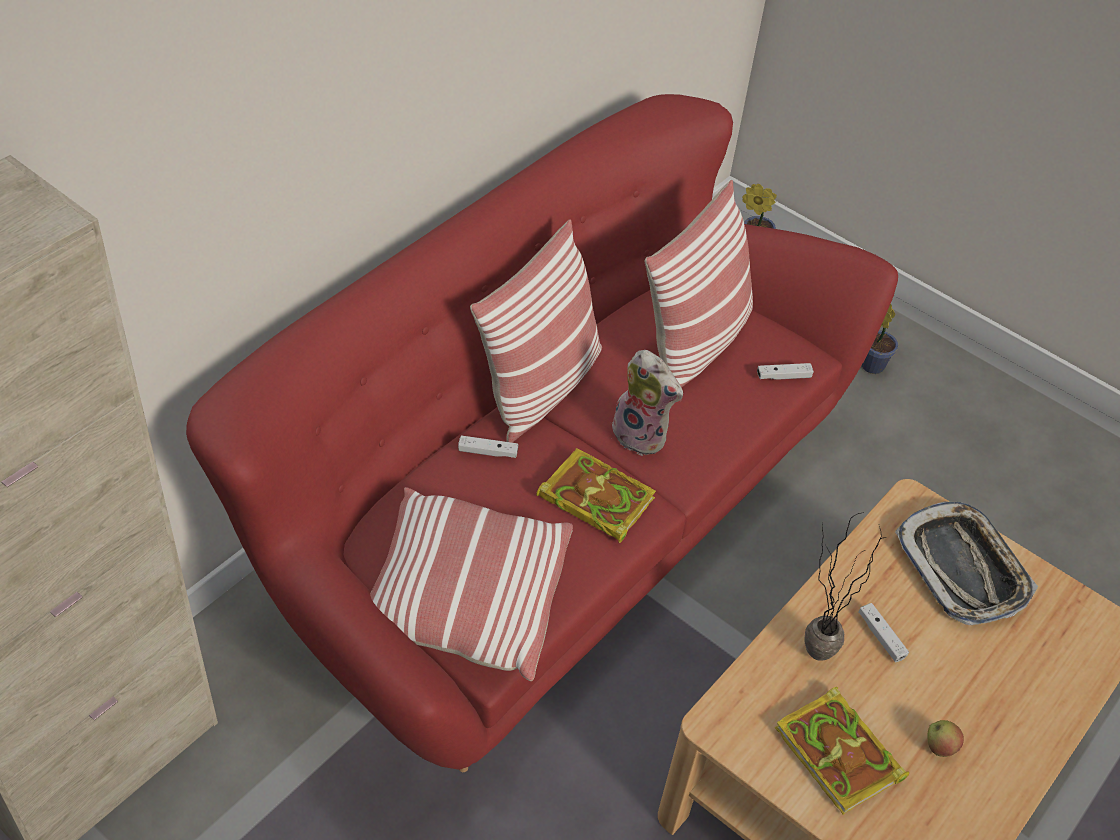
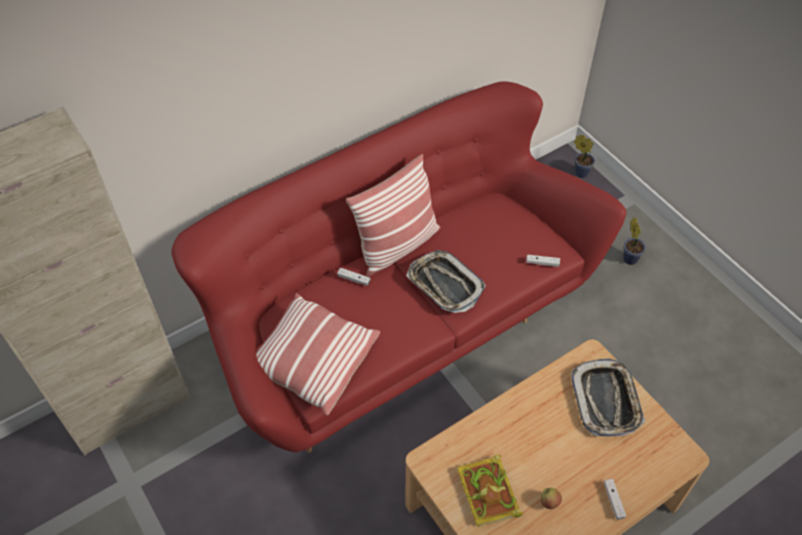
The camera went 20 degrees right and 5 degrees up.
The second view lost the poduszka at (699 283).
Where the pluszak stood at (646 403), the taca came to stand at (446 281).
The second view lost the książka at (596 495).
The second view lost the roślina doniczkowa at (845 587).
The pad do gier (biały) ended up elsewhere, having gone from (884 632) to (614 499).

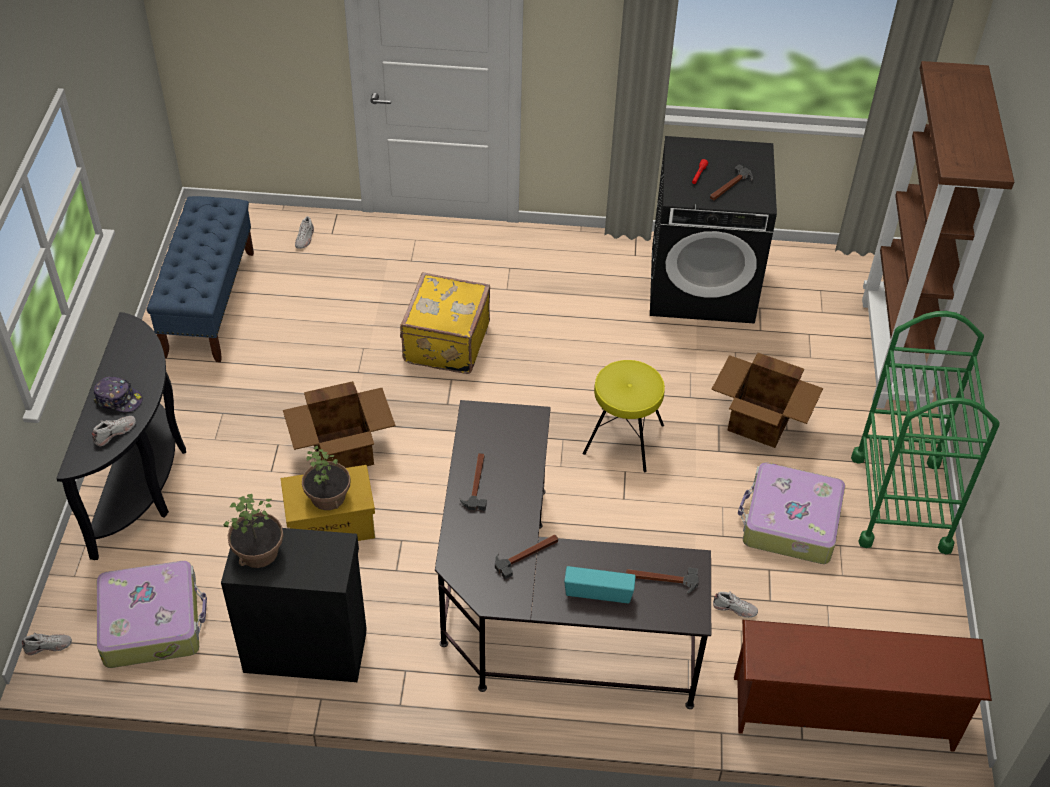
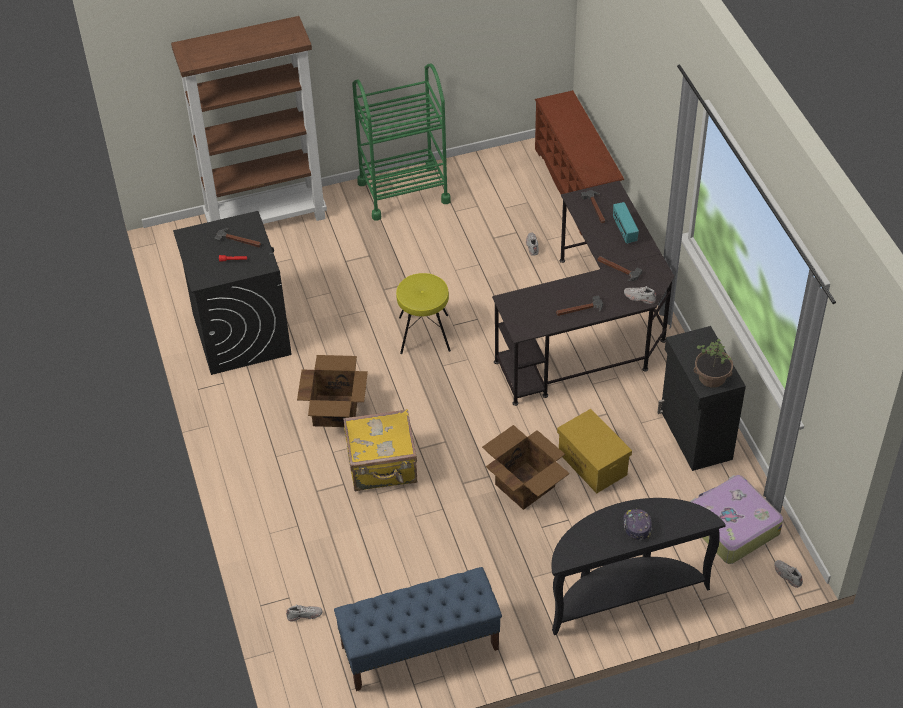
The camera went 110 degrees left and 0 degrees up.
The karton ended up elsewhere, having gone from (767 400) to (332 391).
The but (biały) ended up elsewhere, having gone from (114 431) to (640 295).
The second view lost the roślina doniczkowa at (326 478).
The second view lost the walizka at (791 513).

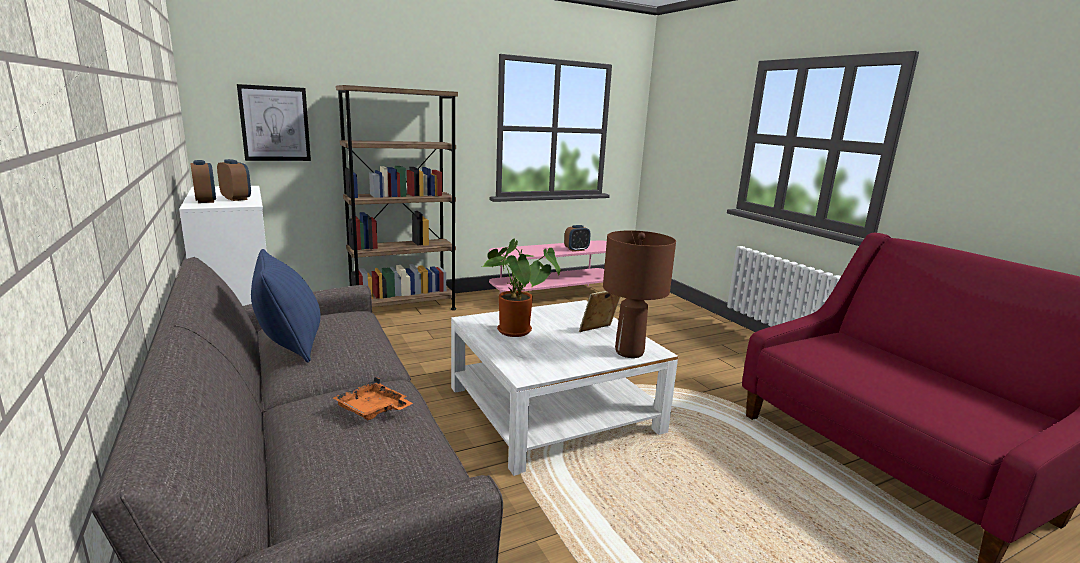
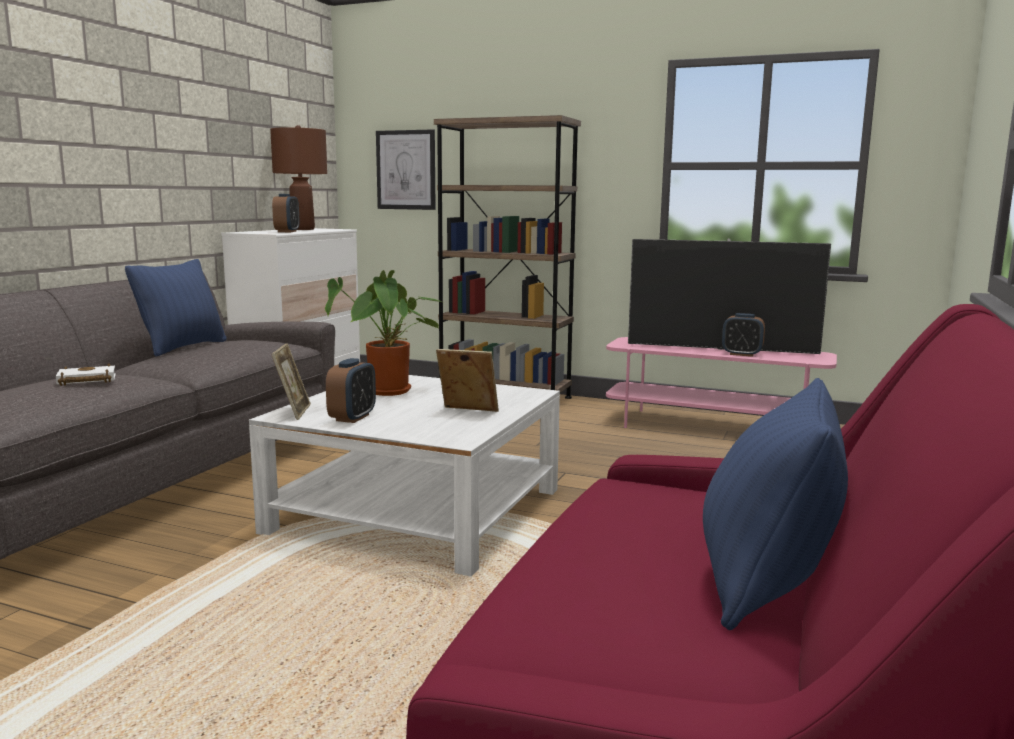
The camera went 50 degrees right and 5 degrees down.
The budzik ended up elsewhere, having gone from (203 181) to (351 390).
The lampa stołowa (brązowy) ended up elsewhere, having gone from (639 294) to (298 177).
Where the taca (pomarańczowy) stood at (372 398), the książka (biały) came to stand at (86 375).
The second view gained the telewizor at (729 296).
The second view gained the ramka na zdjęcie at (291 381).
The second view gained the poduszka (niebieski) at (775 504).

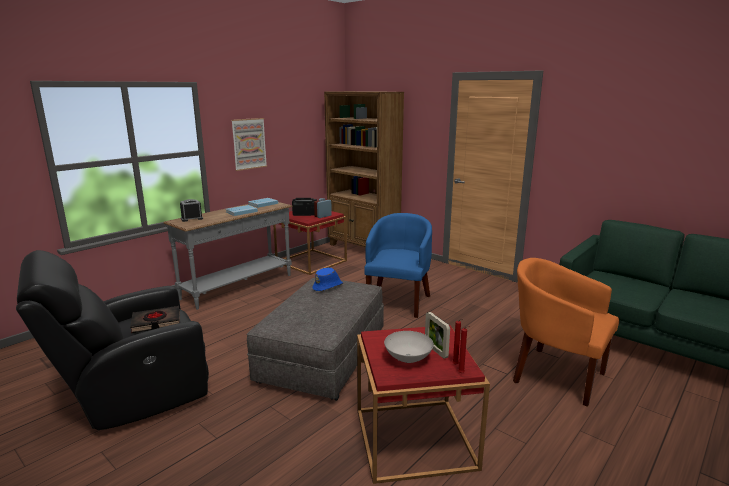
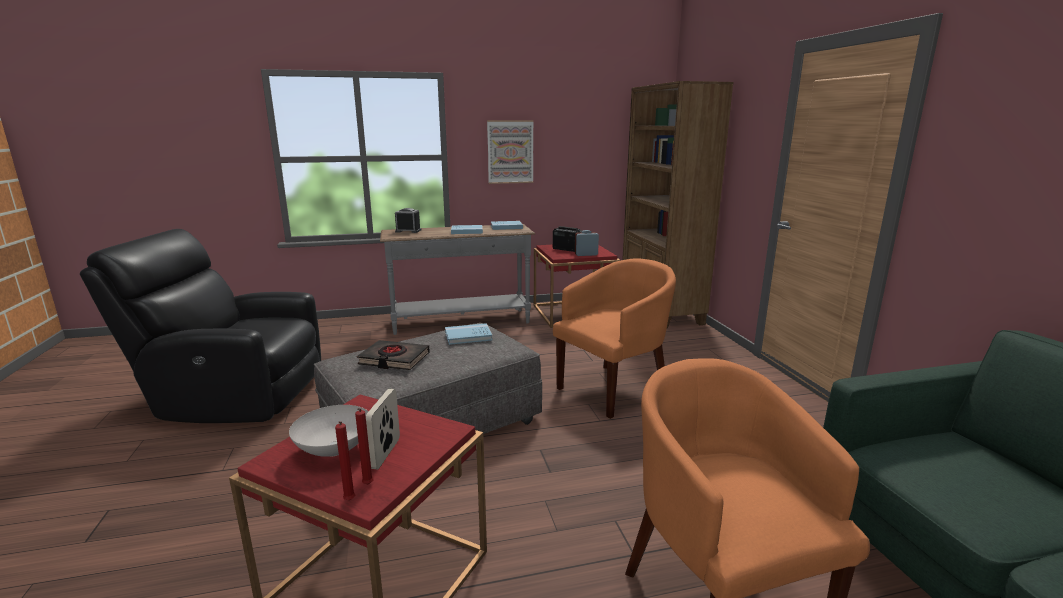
The camera went 35 degrees right and 0 degrees up.
What was the fotel (niebieski) at (398 265) turned into the fotel (pomarańczowy) at (614 338).
Where the kapelusz (niebieski) stood at (327 279), the książka (niebieski) came to stand at (468 334).
The książka (czarny) ended up elsewhere, having gone from (155 319) to (393 355).

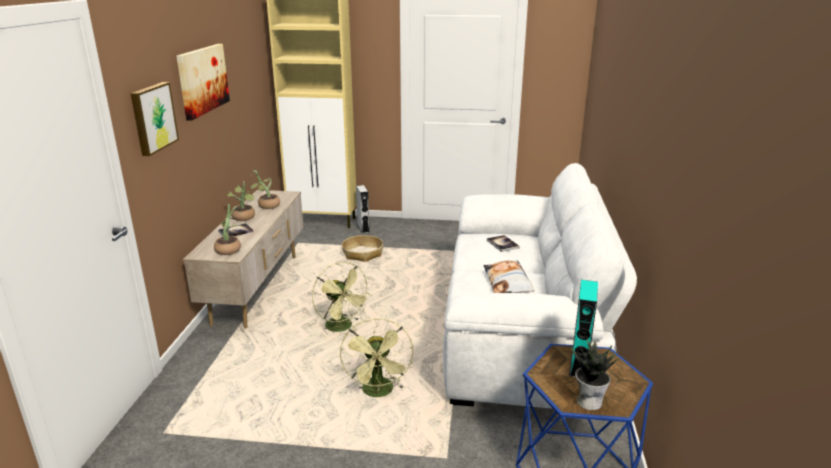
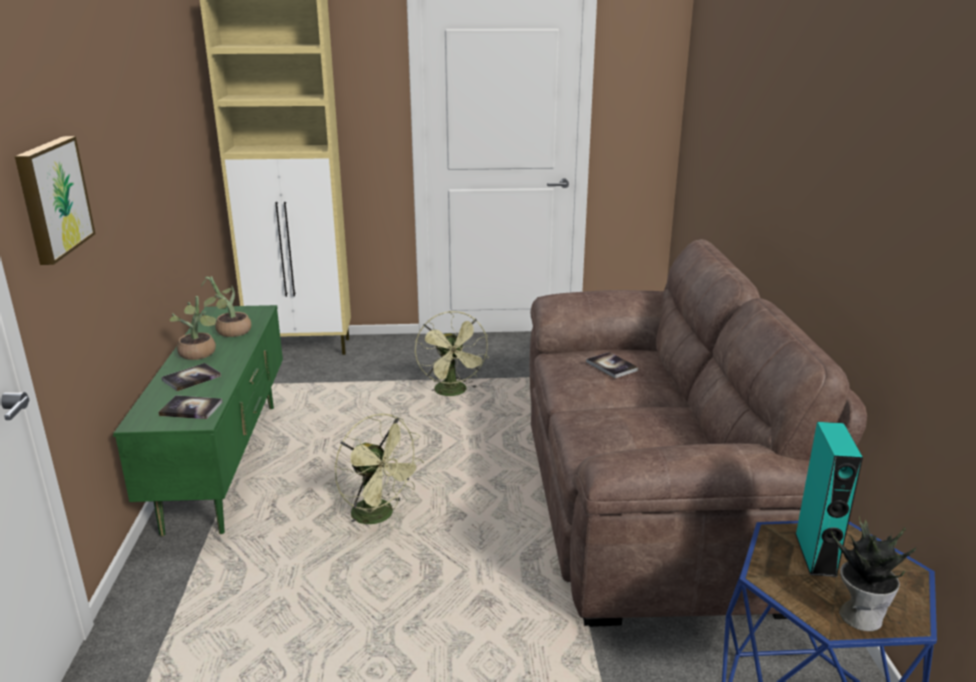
The camera went 10 degrees left and 0 degrees up.
The second view lost the obraz at (203 82).
What was the kanapa (biały) at (540 286) turned into the kanapa (brązowy) at (698 433).
The second view lost the głośnik (szary) at (363 209).
What was the szafka pod telewizor (beżowy) at (243 259) turned into the szafka pod telewizor (zielony) at (198 420).
Where the roślina doniczkowa stood at (228 229), the książka came to stand at (190 407).
The second view lost the koszyk at (362 248).
The second view lost the poduszka at (508 276).
The wentylator (zielony) ended up elsewhere, having gone from (376 357) to (452 353).

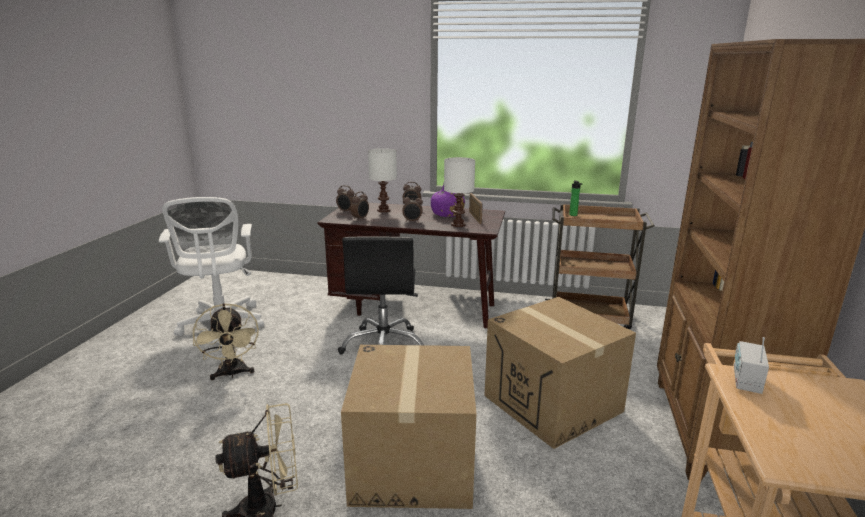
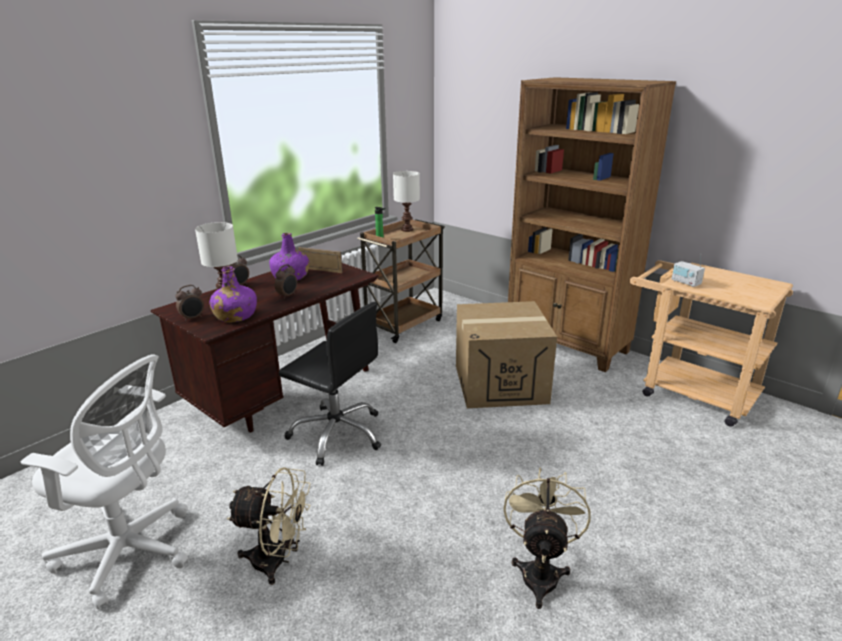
The camera went 60 degrees left and 5 degrees up.
The lampa stołowa (biały) ended up elsewhere, having gone from (459 192) to (406 201).
Where the budzik stood at (359 205), the butelka (fioletowy) came to stand at (233 294).
The second view lost the karton at (408 427).

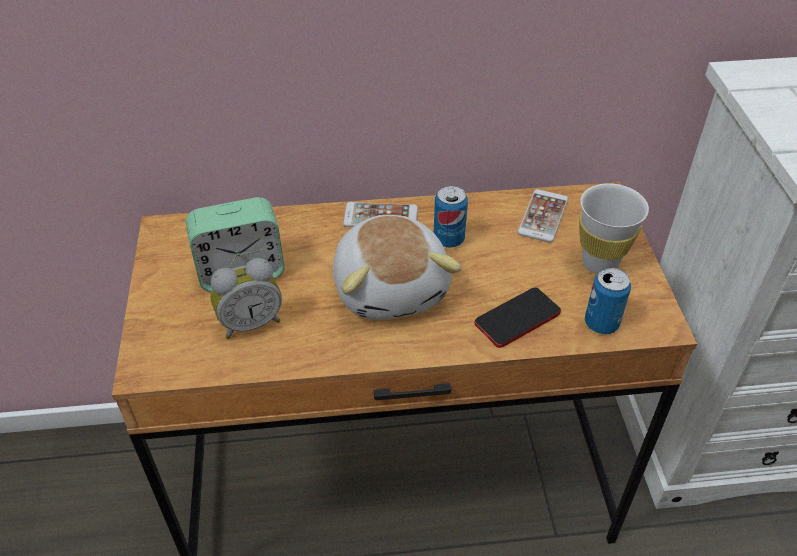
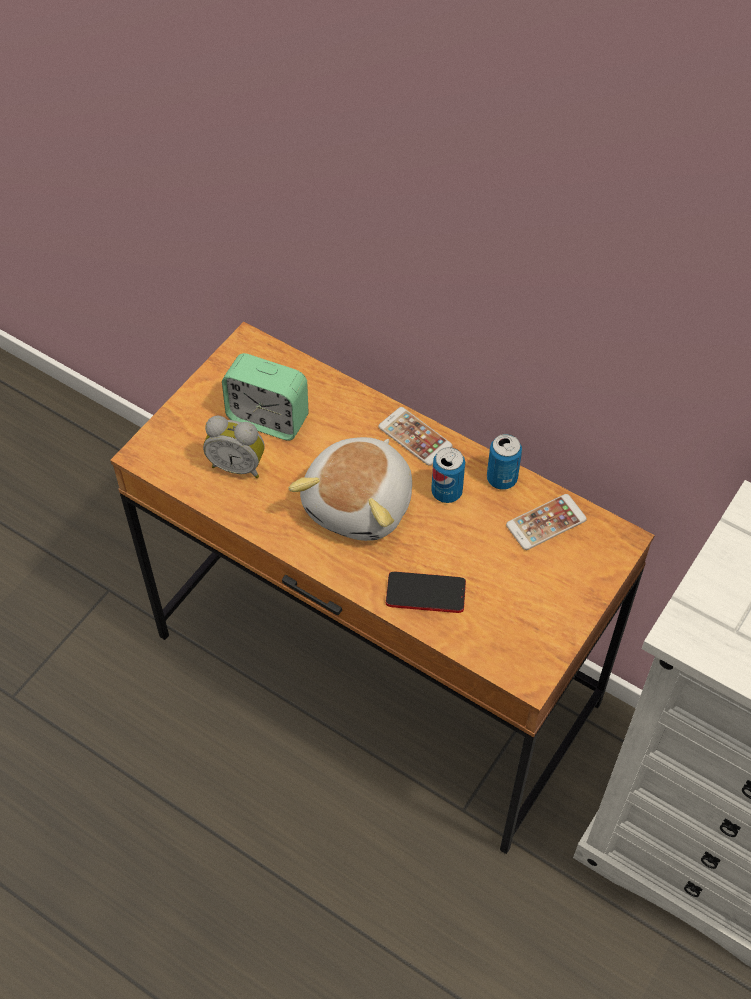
The camera went 40 degrees right and 10 degrees up.
The second view lost the filiżanka (biały) at (614 228).
The puszka ended up elsewhere, having gone from (608 301) to (504 462).

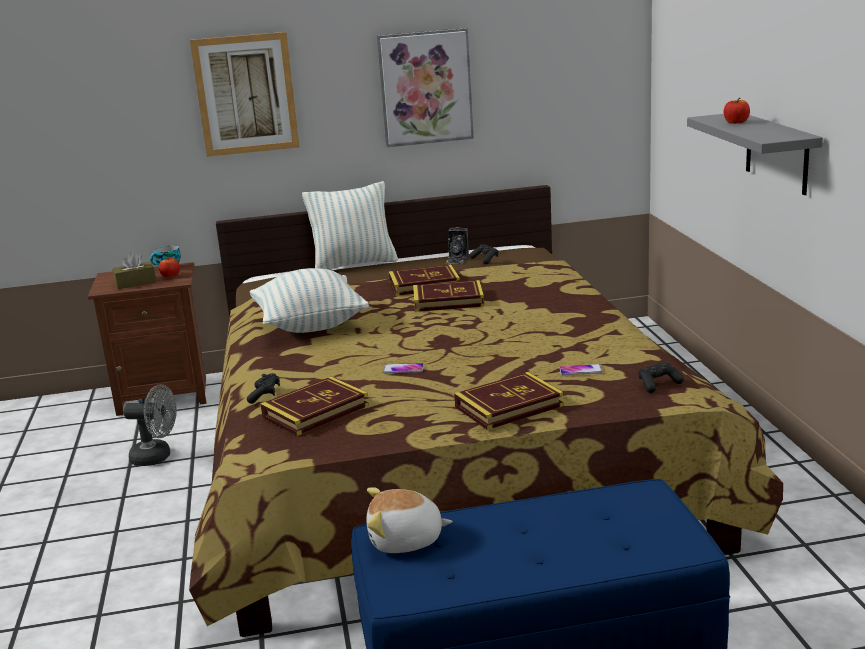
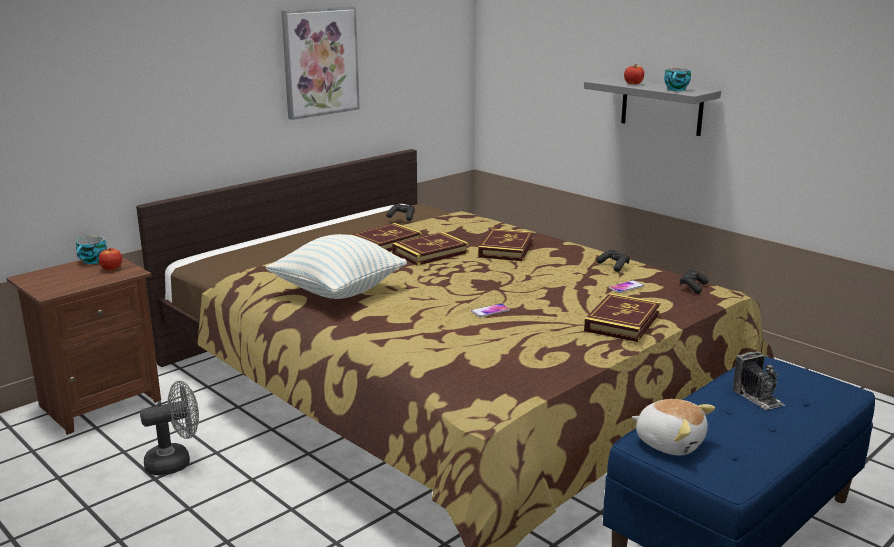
The camera went 35 degrees left and 0 degrees up.
The second view lost the obraz at (244 94).
The second view lost the poduszka at (350 225).
The aparat fotograficzny ended up elsewhere, having gone from (457 245) to (759 381).
The second view lost the pudełko chusteczek (brązowy) at (134 270).
The pad do gier (czarny) ended up elsewhere, having gone from (263 388) to (613 260).
The książka ended up elsewhere, having gone from (314 406) to (505 244).
The pluszak at (409 520) ended up facing another way, 105 degrees counterclockwise from before.
The second view gained the filiżanka at (677 79).

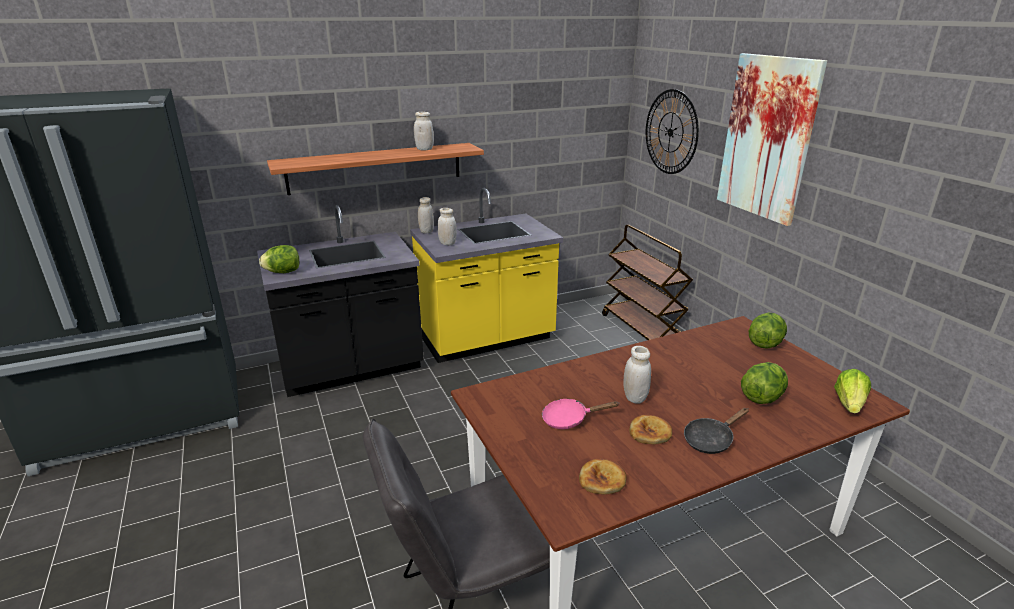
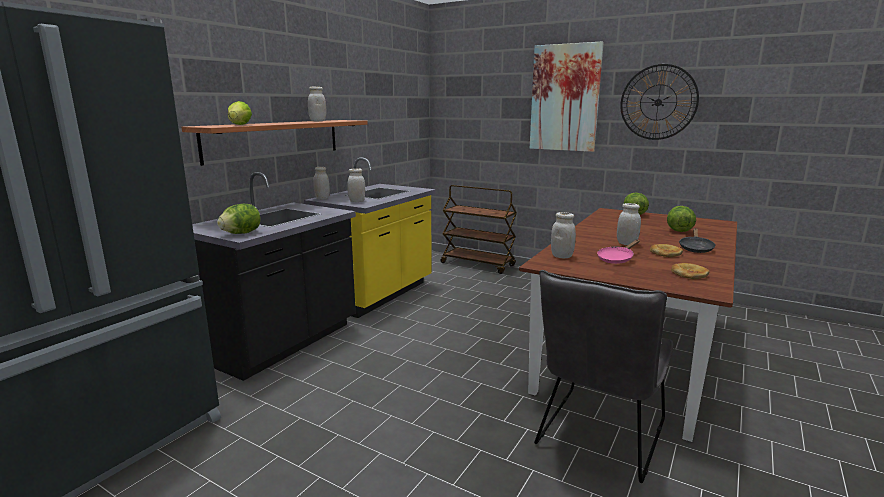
The camera went 35 degrees left and 10 degrees down.
The zegar ścienny ended up elsewhere, having gone from (672 131) to (659 102).
The sałata ended up elsewhere, having gone from (852 391) to (240 113).
The second view gained the słoik (biały) at (563 235).

